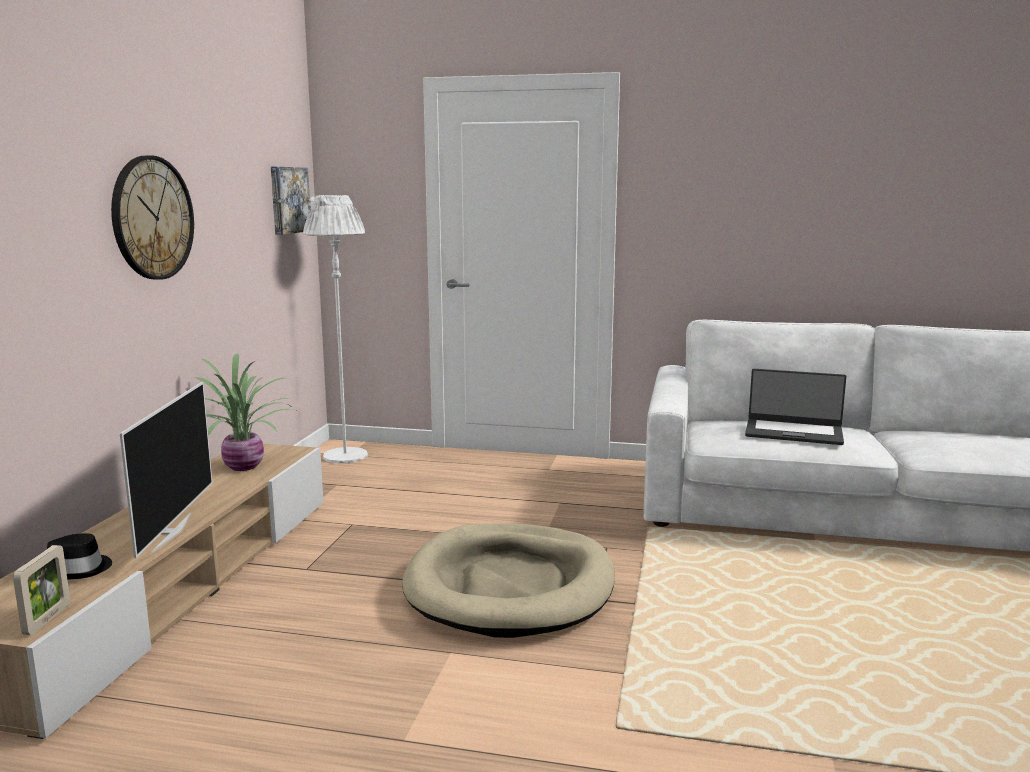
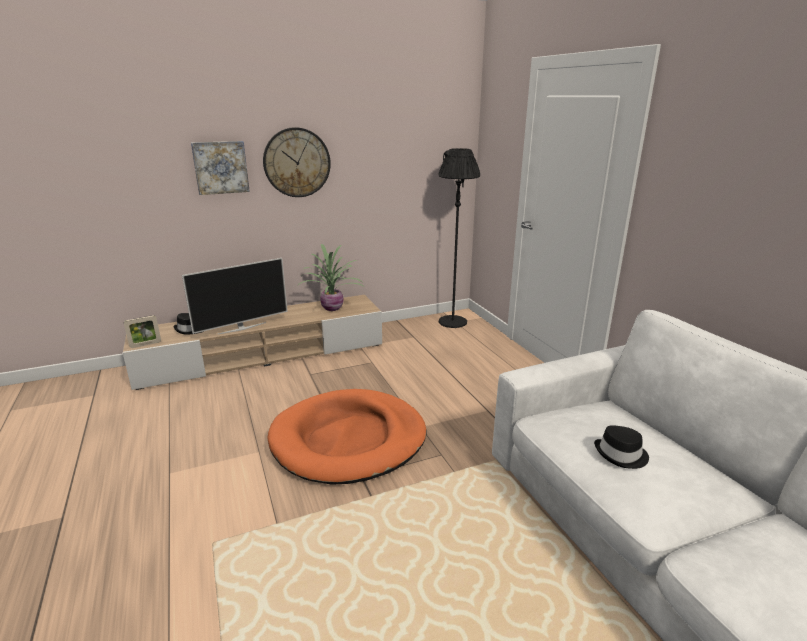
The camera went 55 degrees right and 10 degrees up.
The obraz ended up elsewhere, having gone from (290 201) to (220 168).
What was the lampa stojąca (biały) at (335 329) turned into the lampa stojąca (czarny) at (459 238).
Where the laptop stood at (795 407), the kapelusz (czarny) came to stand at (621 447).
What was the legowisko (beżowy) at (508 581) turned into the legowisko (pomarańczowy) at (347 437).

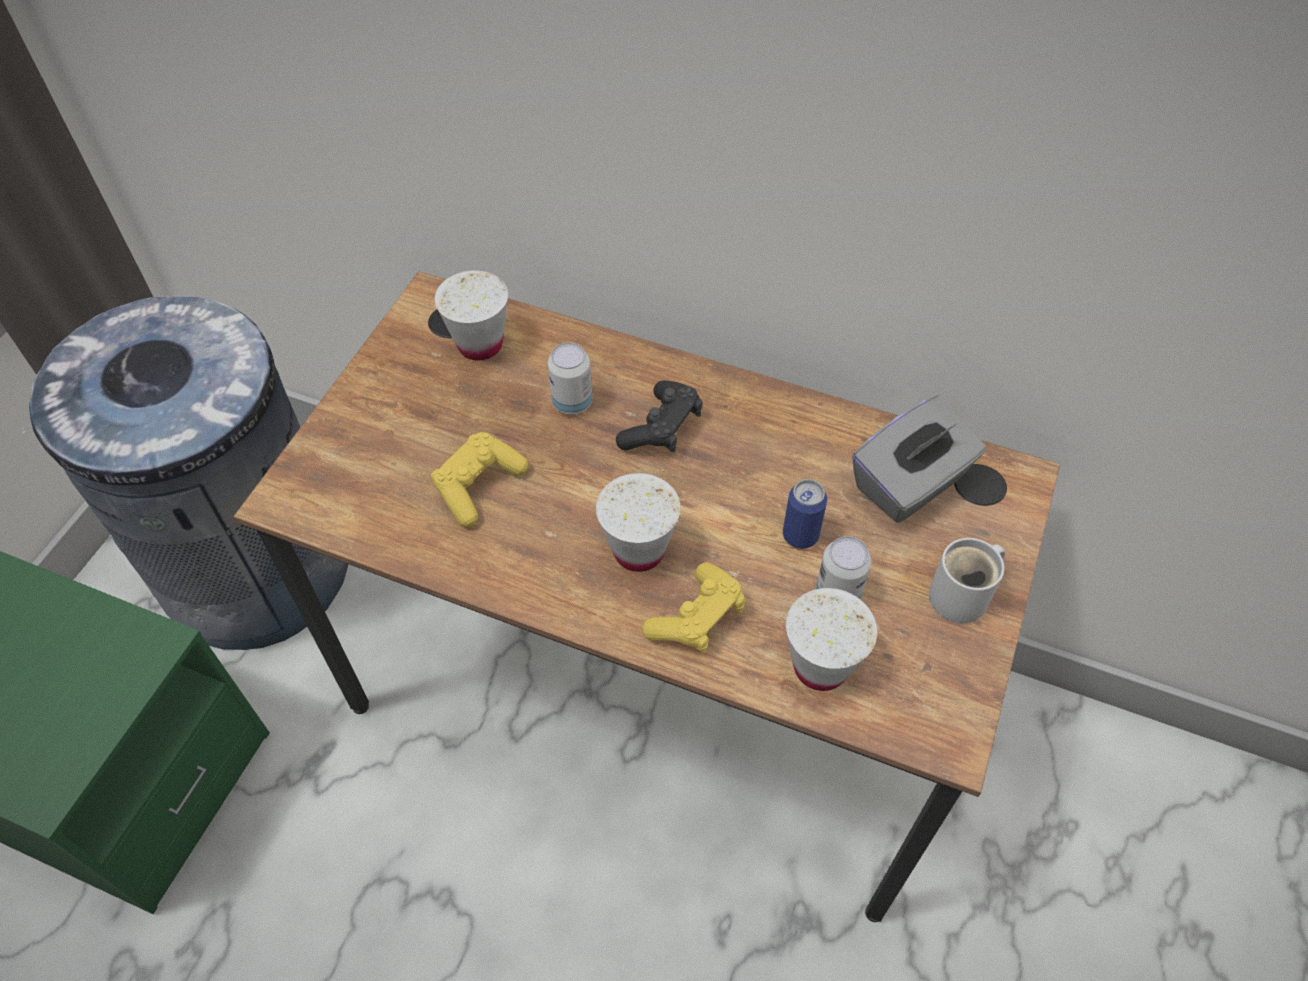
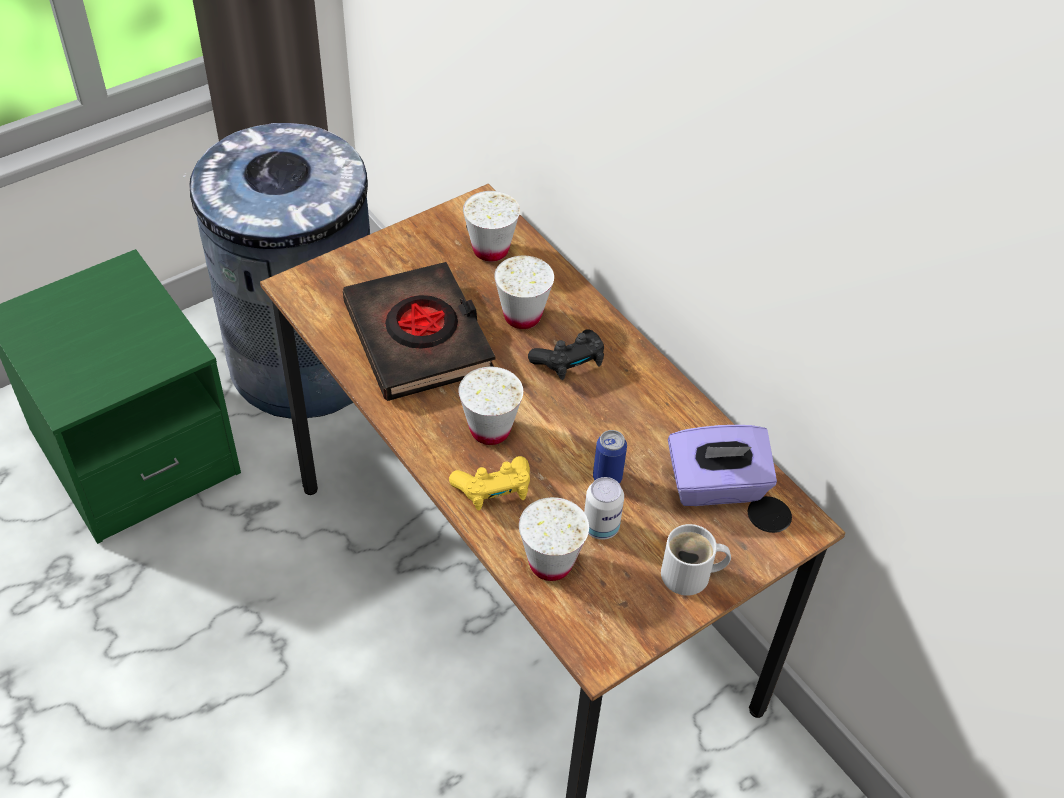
The camera went 30 degrees right and 5 degrees down.
Where the puszka stood at (570 378), the filiżanka (biały) came to stand at (524 292).
What was the pudełko chusteczek (szary) at (919 459) turned into the pudełko chusteczek (fioletowy) at (722 465).
Where the pad do gier (żółty) stood at (479 479), the książka (czarny) came to stand at (419 331).

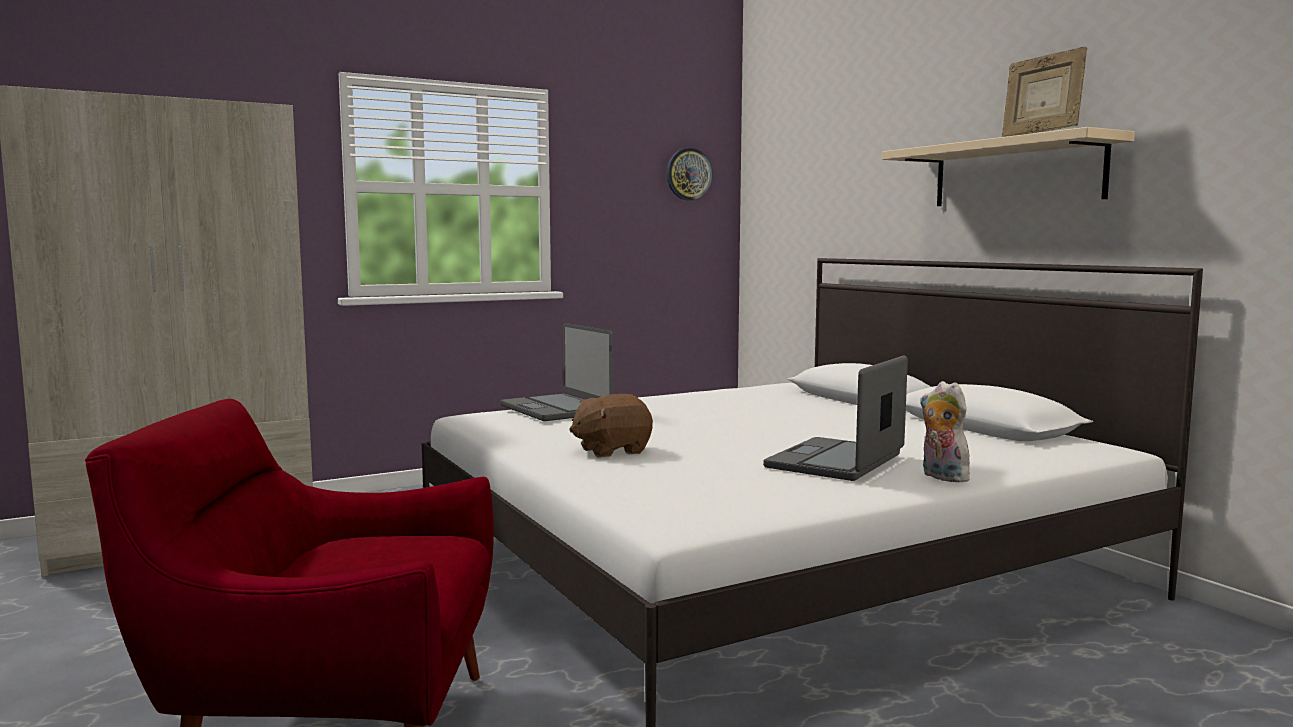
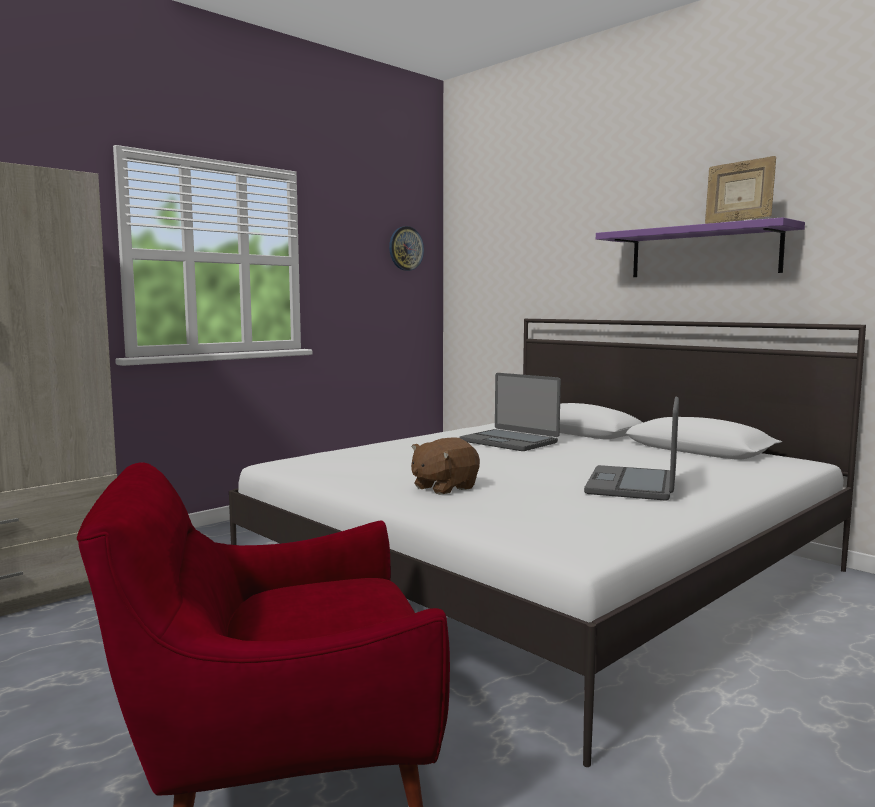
The camera went 15 degrees left and 0 degrees up.
What was the półka (beżowy) at (1008 166) turned into the półka (fioletowy) at (700 247).
The laptop ended up elsewhere, having gone from (556 372) to (510 412).
The second view lost the pluszak at (946 431).

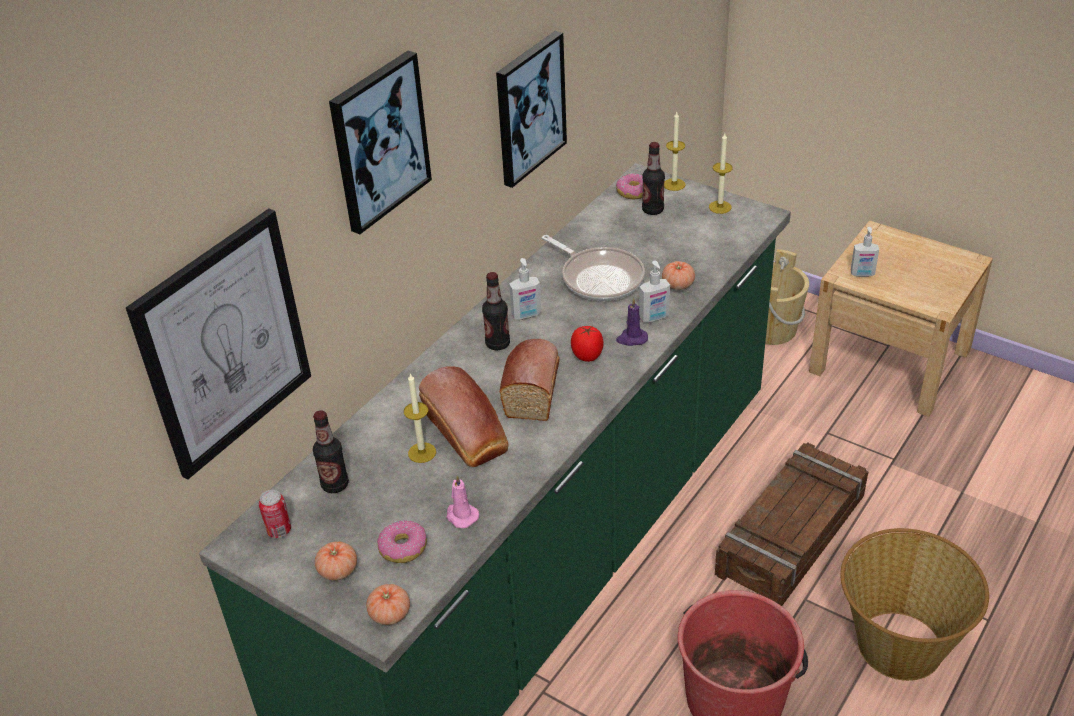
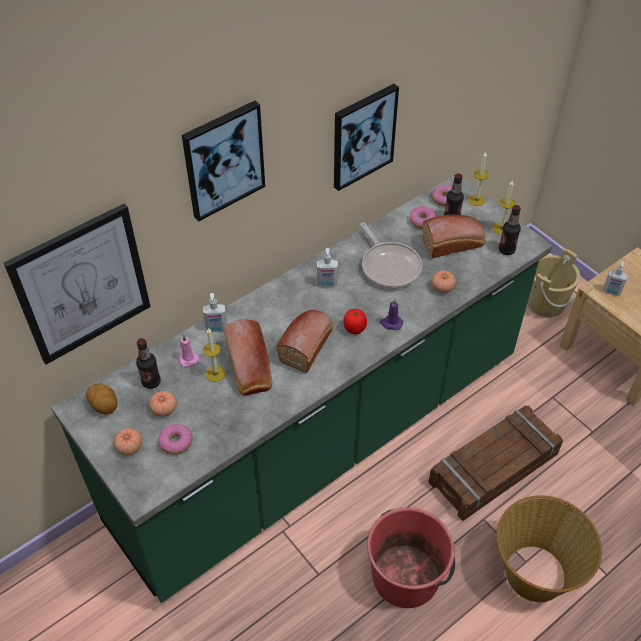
The camera went 15 degrees right and 10 degrees up.
The dozownik mydła ended up elsewhere, having gone from (654 291) to (215 312).
The butelka ended up elsewhere, having gone from (496 311) to (510 230).
The świeca (różowy) ended up elsewhere, having gone from (462 501) to (188 351).
Where the puszka stood at (275 514), the ziemniak came to stand at (102 399).
The pomidor ended up elsewhere, having gone from (388 604) to (163 404).
The second view gained the donut at (423 217).
The second view gained the chleb at (454 236).

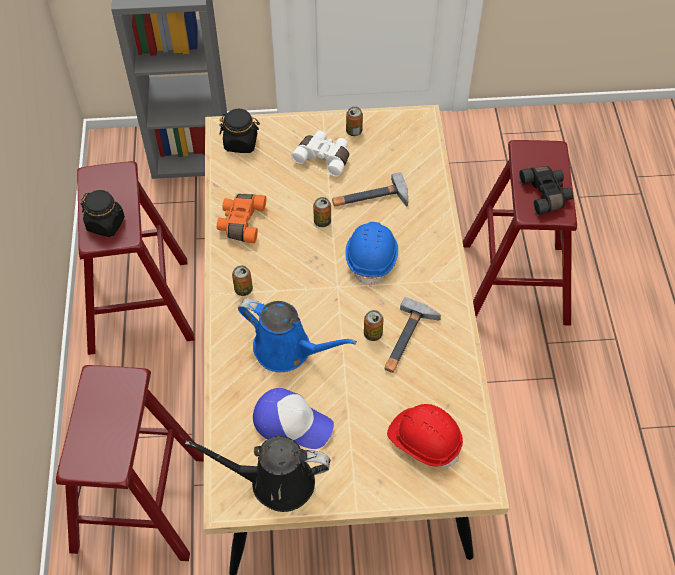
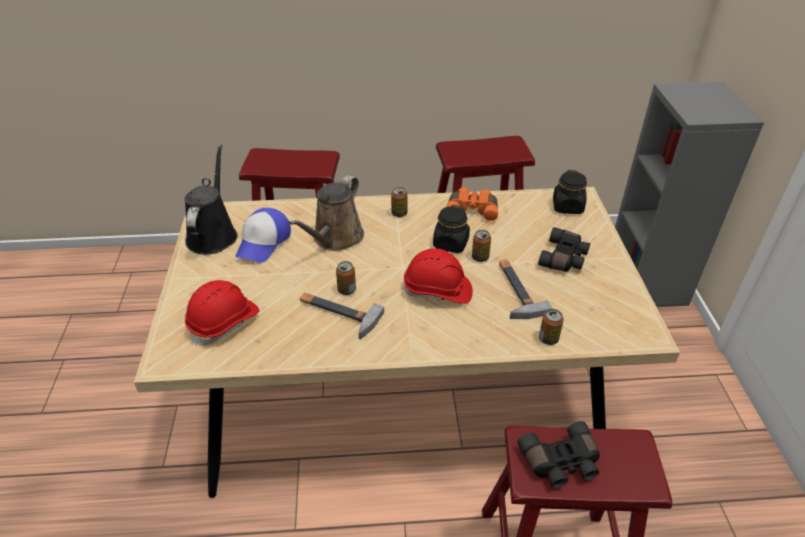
The camera went 90 degrees right and 15 degrees down.
The puszka ended up elsewhere, having gone from (354 121) to (551 327).
What was the lornetka (biały) at (320 154) turned into the lornetka (czarny) at (564 249).
The słoik (czarny) ended up elsewhere, having gone from (102 213) to (451 229).
What was the kask (niebieski) at (371 254) turned into the kask (czerwony) at (437 276).
What was the konewka (niebieski) at (297 335) turned into the konewka (brązowy) at (326 213).

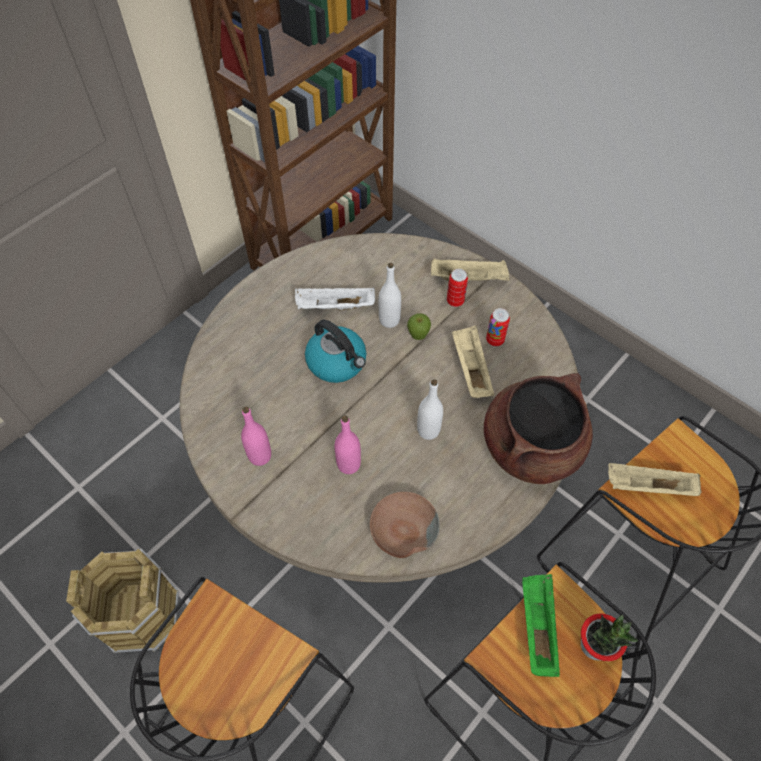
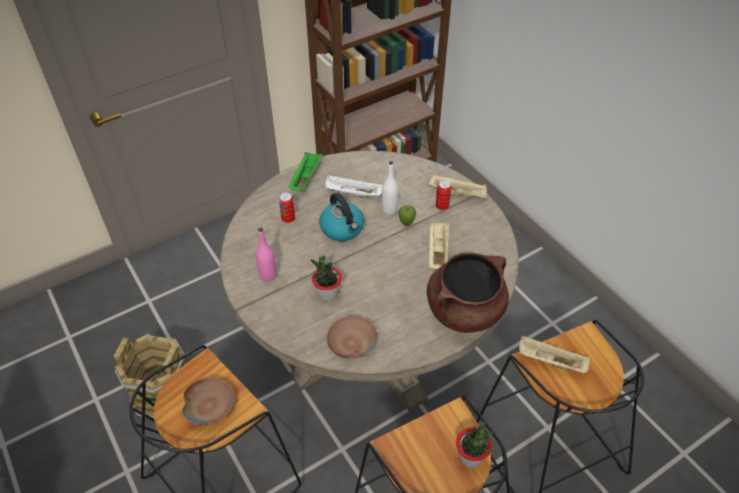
The camera went 15 degrees right and 10 degrees down.
The puszka ended up elsewhere, having gone from (498 327) to (287 207).
The second view lost the butelka (biały) at (430 409).
Where the butelka (różowy) stood at (348 445), the roślina doniczkowa came to stand at (326 278).
The taca (zielony) ended up elsewhere, having gone from (541 625) to (305 171).
The second view gained the miska (brązowy) at (208 402).

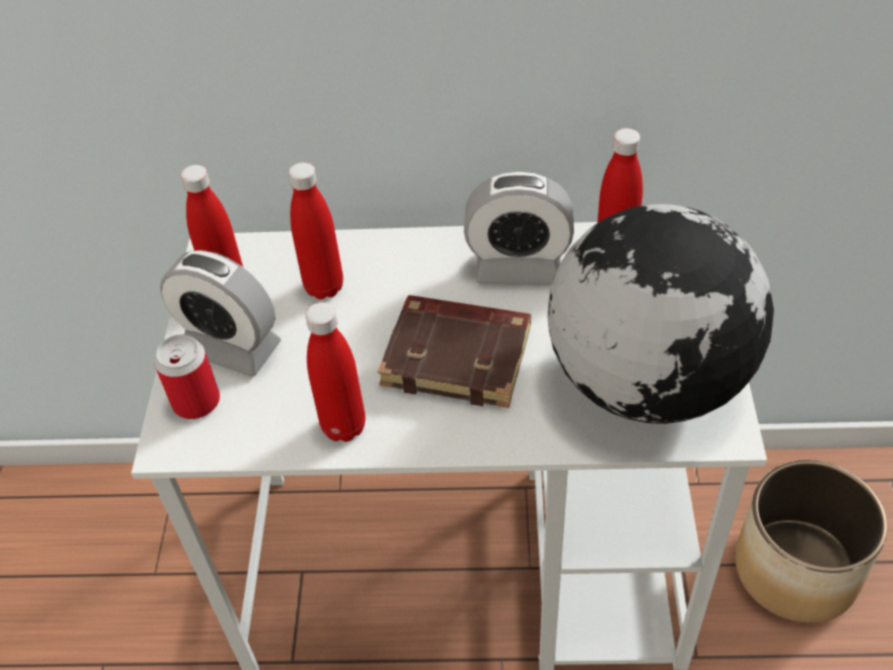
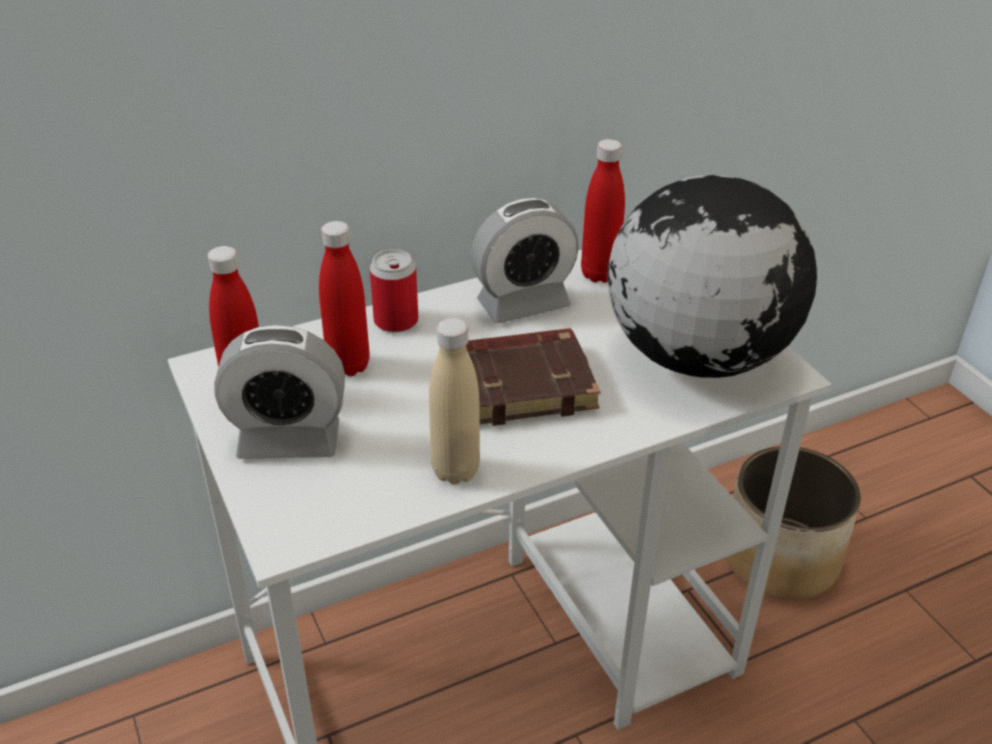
The camera went 30 degrees left and 10 degrees down.
What was the butelka (czerwony) at (335 372) turned into the butelka (beżowy) at (454 401).
The puszka ended up elsewhere, having gone from (187 377) to (394 290).

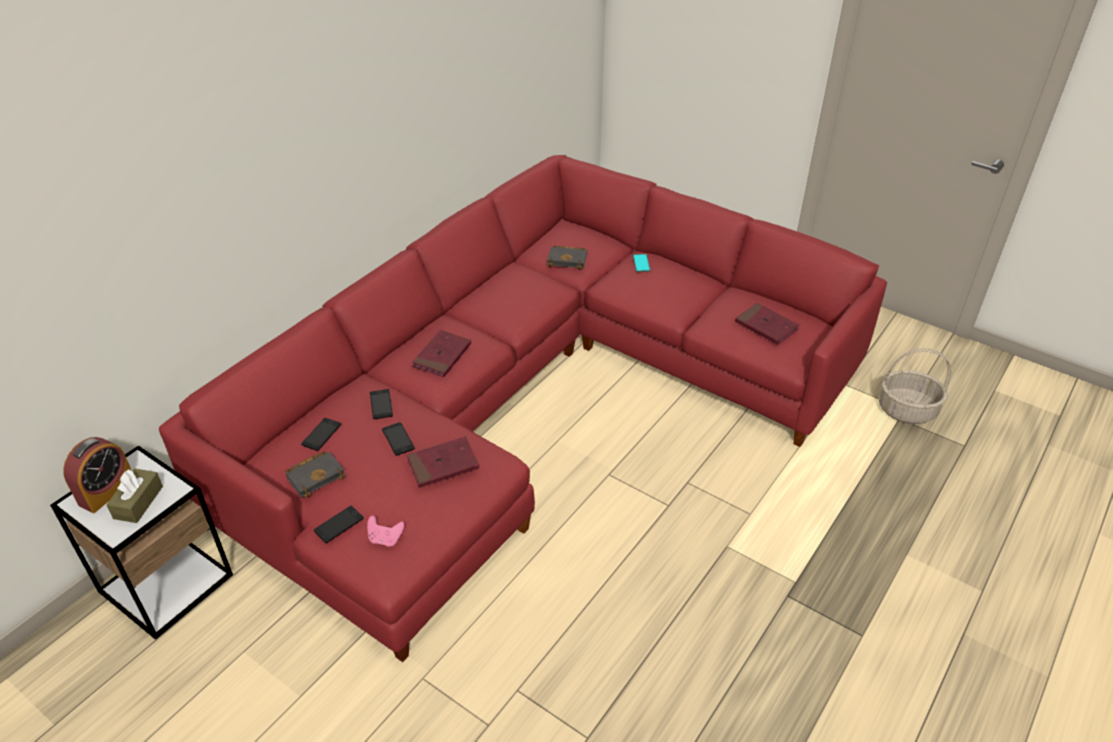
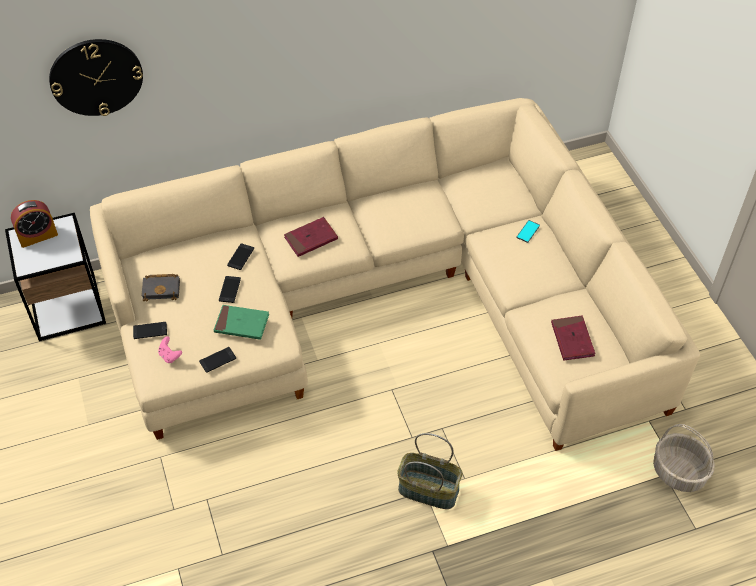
The camera went 35 degrees right and 10 degrees up.
What was the kanapa (czerwony) at (523 408) turned into the kanapa (beżowy) at (395 274).
The second view lost the książka (czarny) at (567 257).
The telefon ended up elsewhere, having gone from (321 434) to (217 360).
What was the książka (czerwony) at (442 462) turned into the książka (zielony) at (241 322).
The second view lost the pudełko chusteczek (brązowy) at (134 495).
The second view gained the zegar ścienny at (96 77).
The second view gained the koszyk at (430 471).

